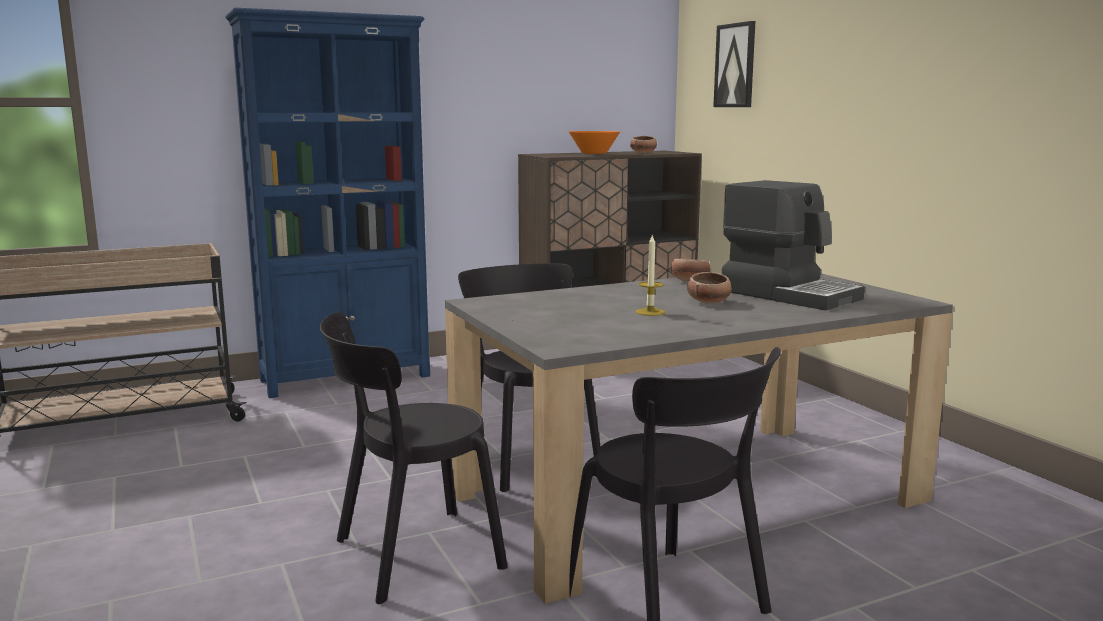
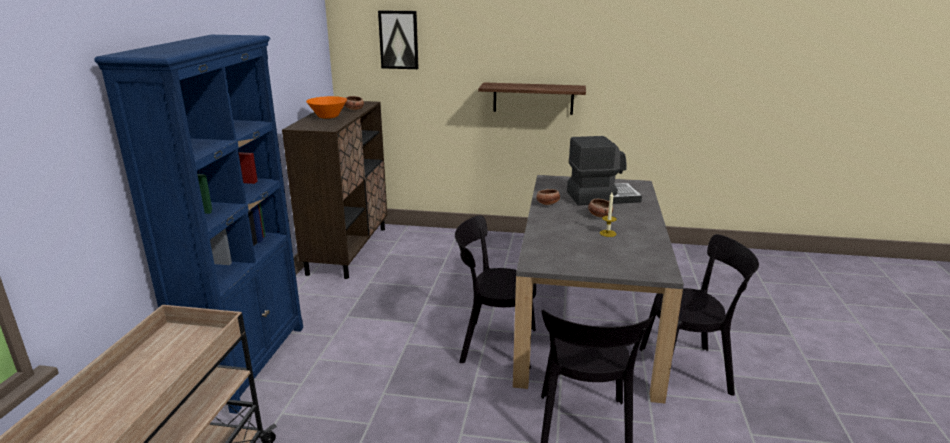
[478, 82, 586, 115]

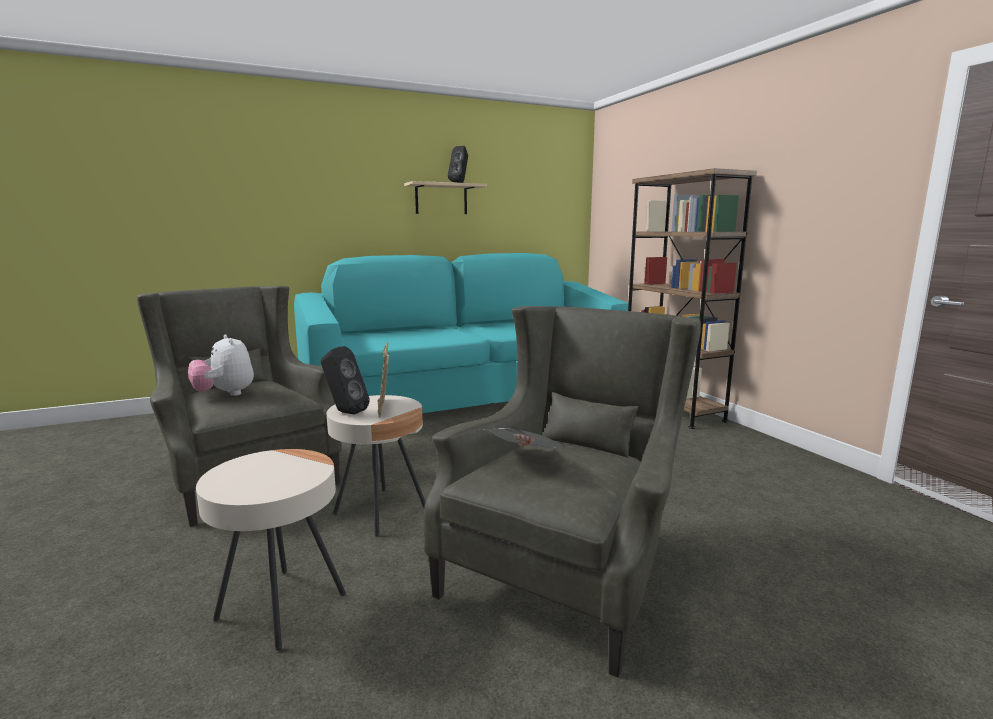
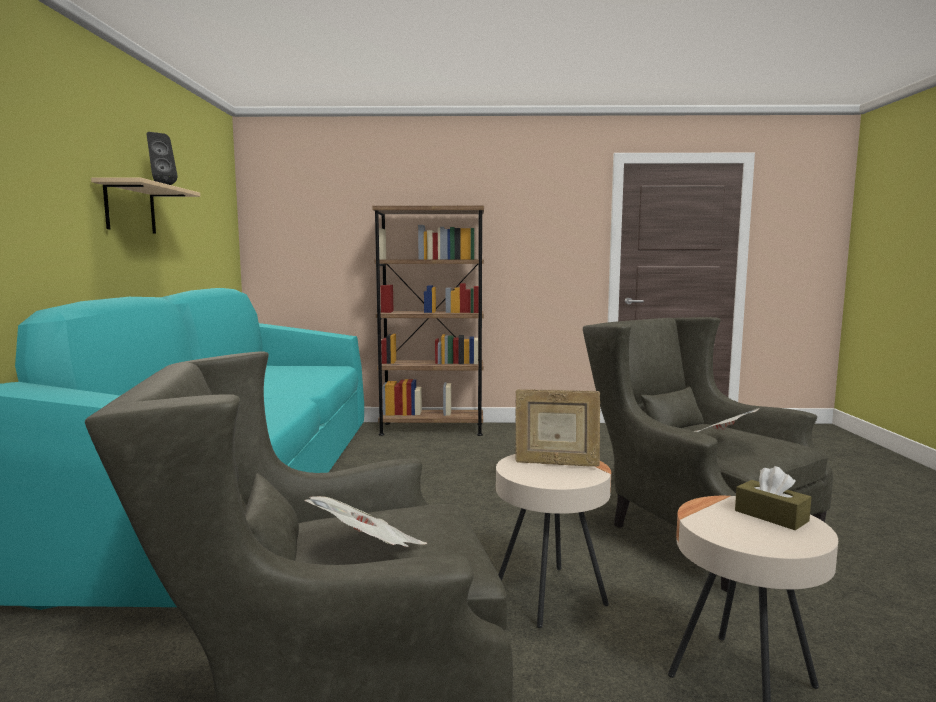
[304, 496, 427, 547]
[321, 346, 370, 414] (first image)
[735, 466, 812, 530]

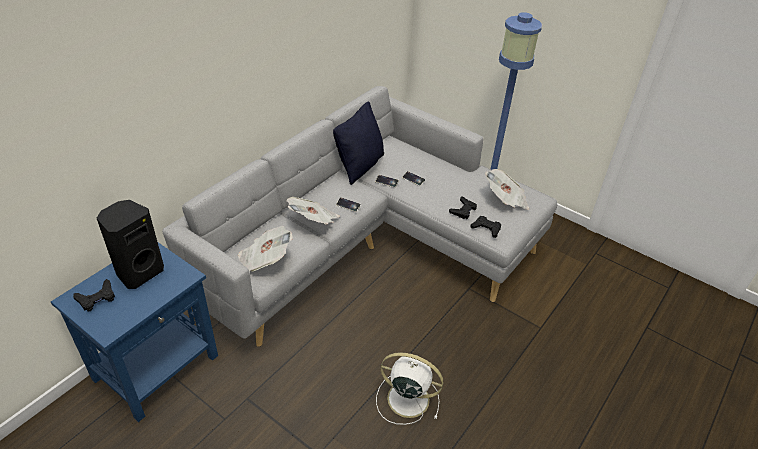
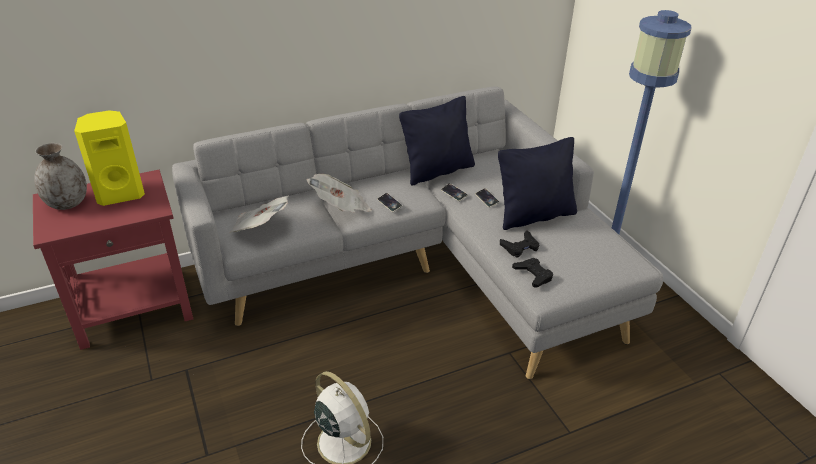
[33, 170, 193, 350]
[34, 143, 87, 210]
[74, 110, 145, 206]
[485, 169, 529, 210] (first image)
[498, 137, 577, 230]

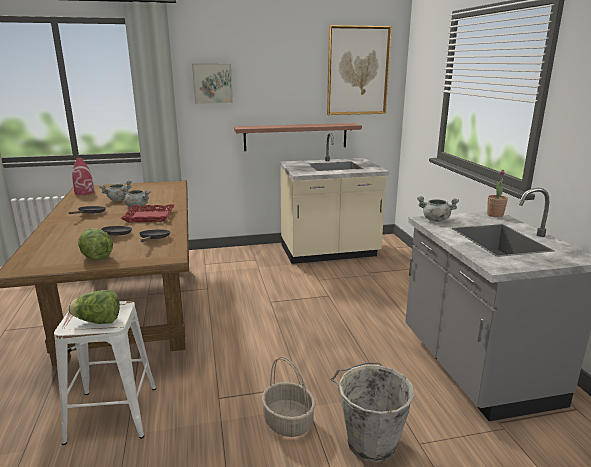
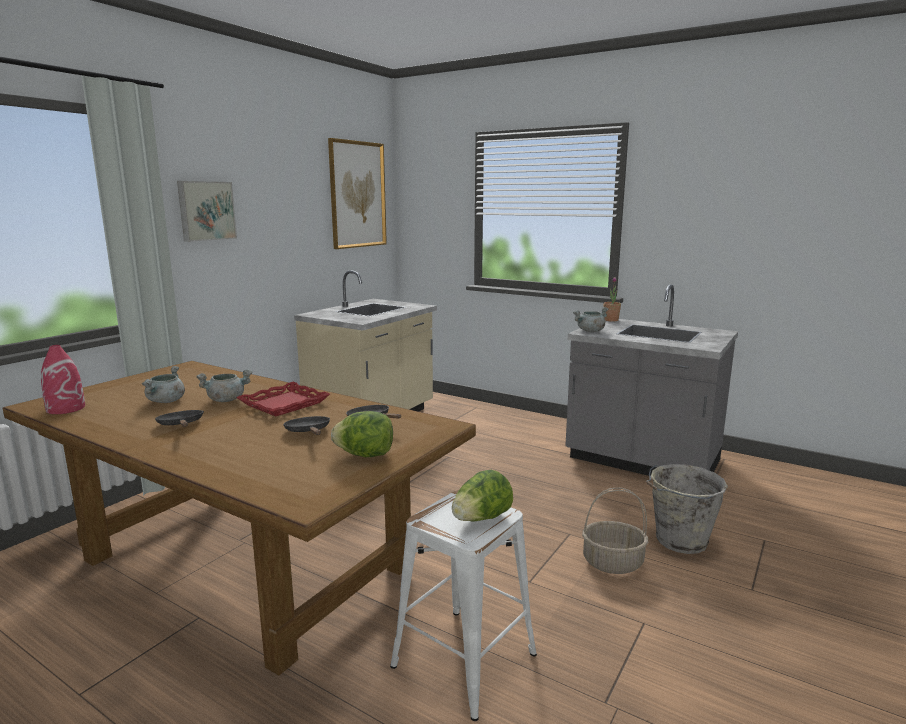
[234, 123, 362, 151] (first image)

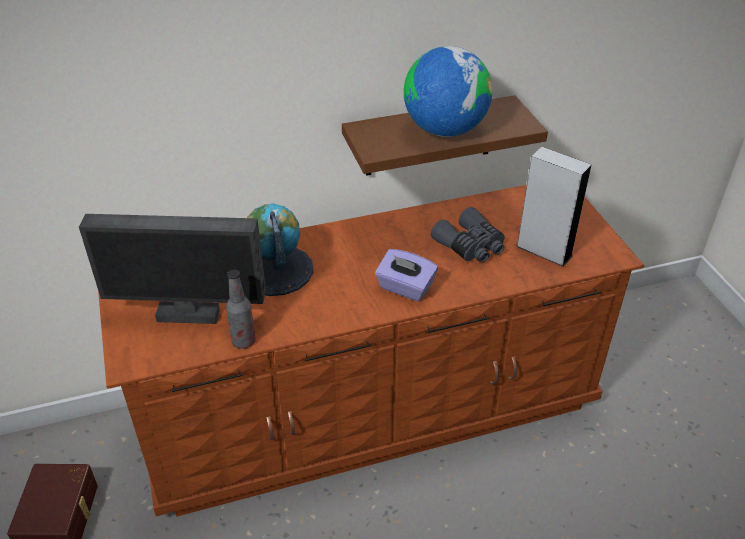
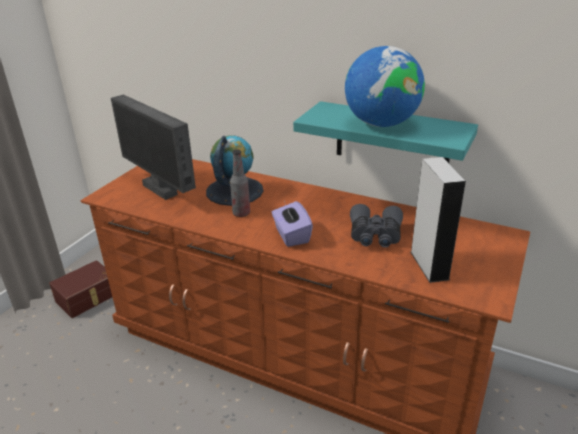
[230, 149, 250, 217]
[293, 101, 478, 163]

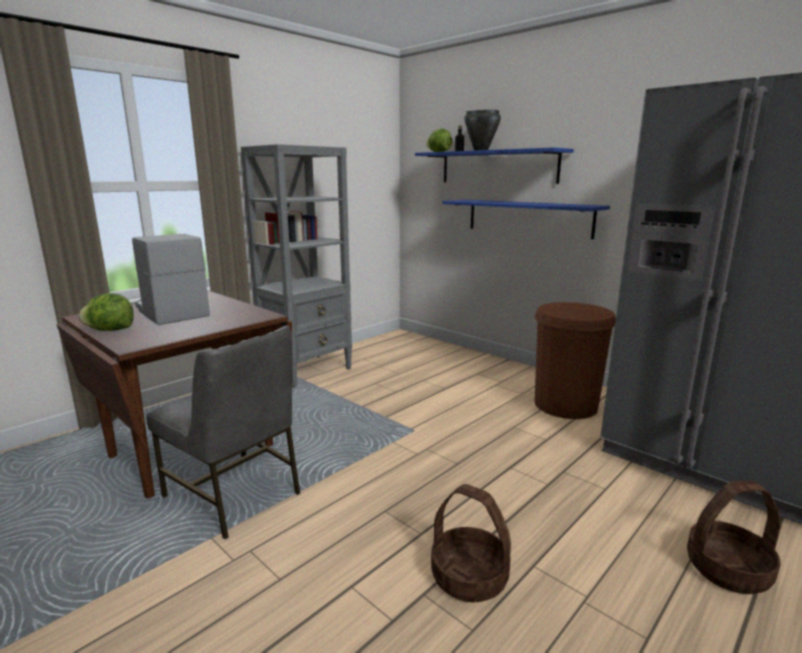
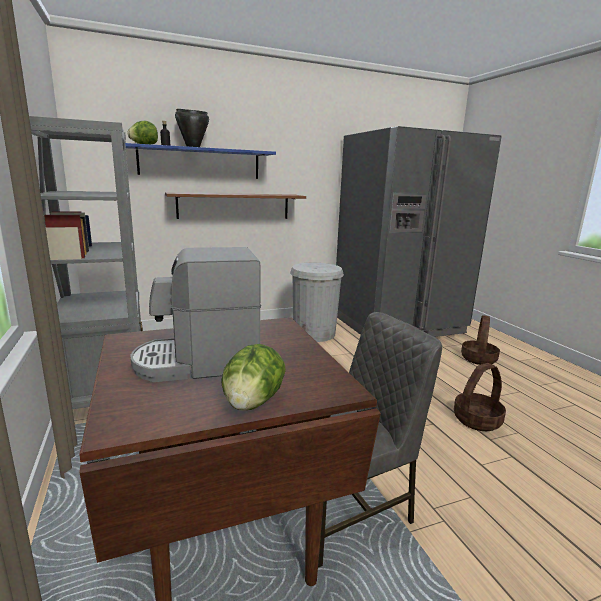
[165, 192, 306, 219]
[290, 263, 344, 342]

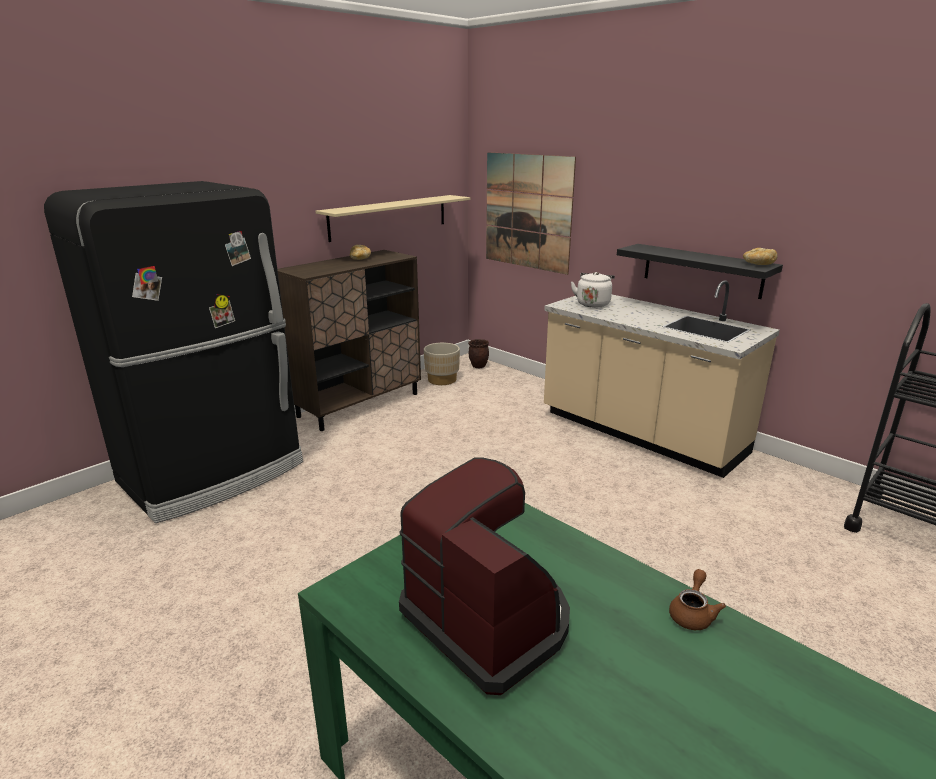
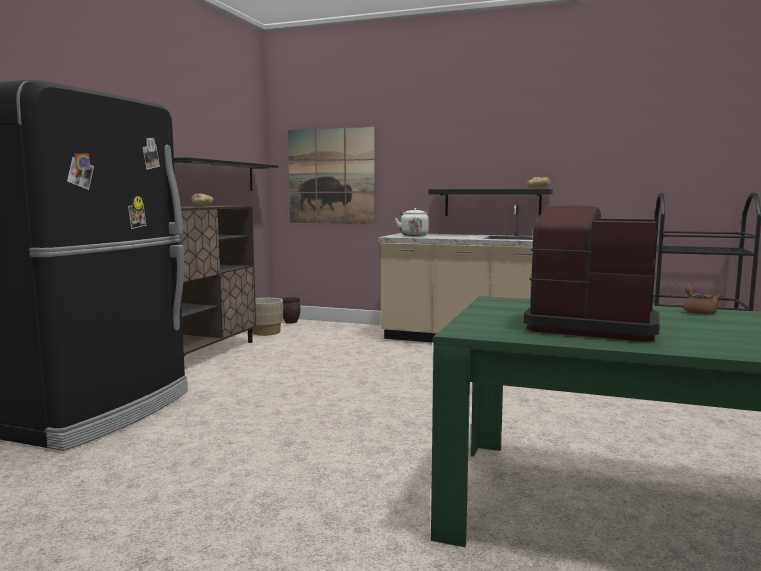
[174, 157, 278, 191]

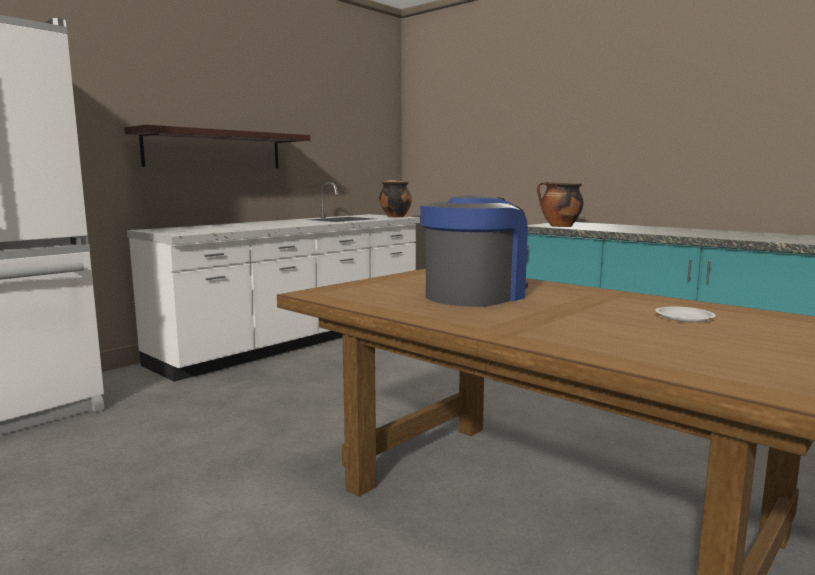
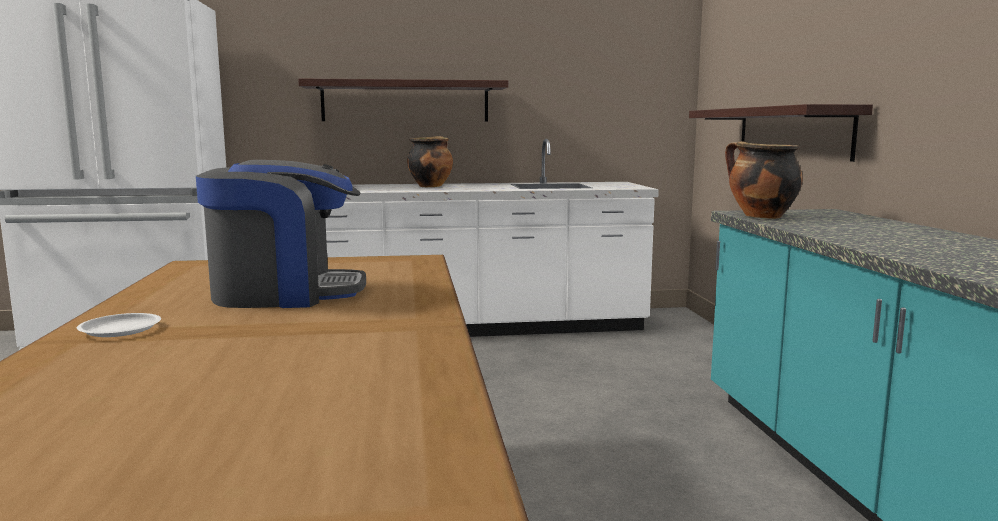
[407, 136, 453, 187]
[77, 313, 161, 337]
[689, 104, 873, 162]

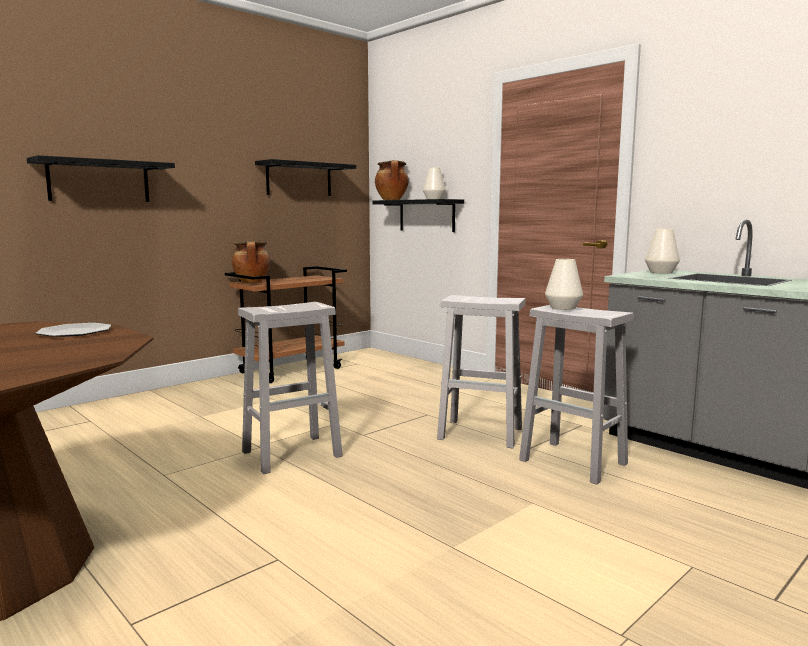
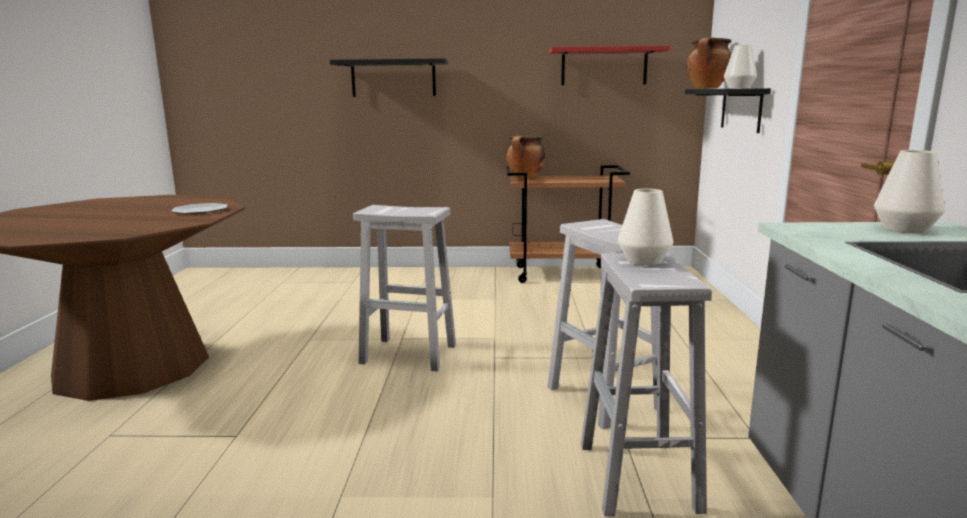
[549, 46, 670, 85]

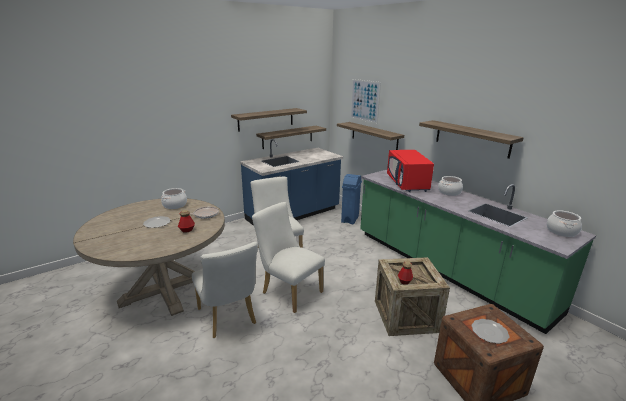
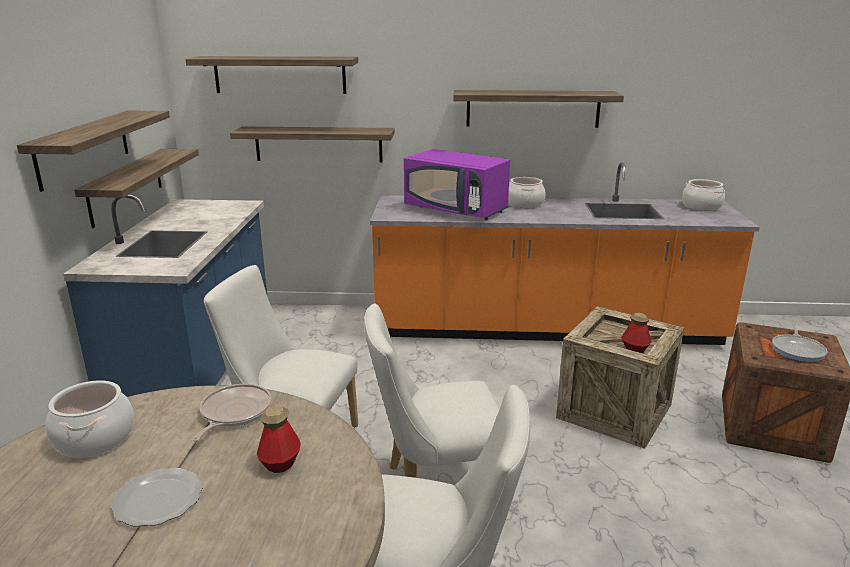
[341, 174, 362, 224] (first image)
[185, 56, 358, 94]
[370, 162, 760, 345]
[404, 149, 510, 220]
[772, 324, 827, 362]

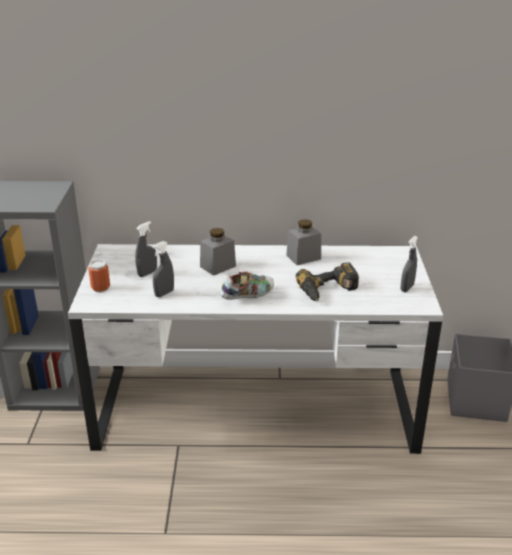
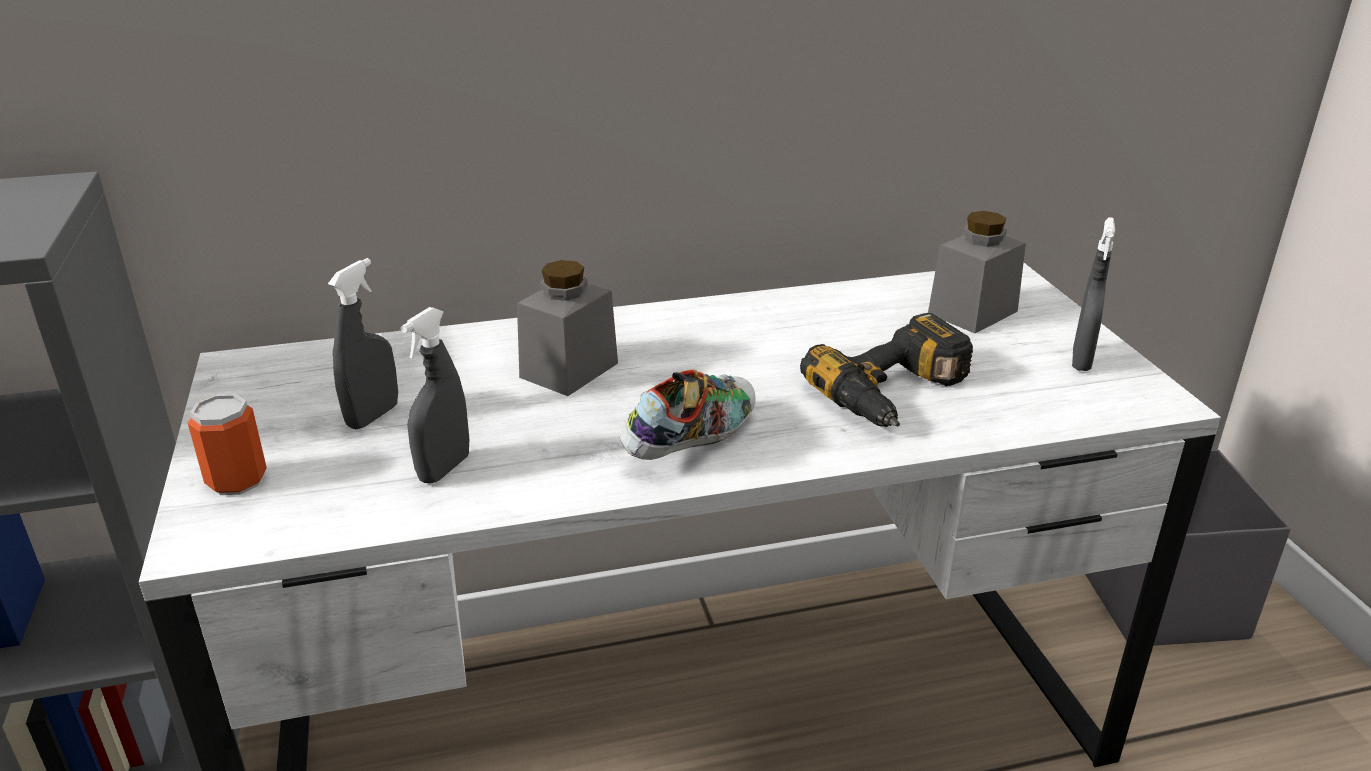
[928, 211, 1026, 333]

